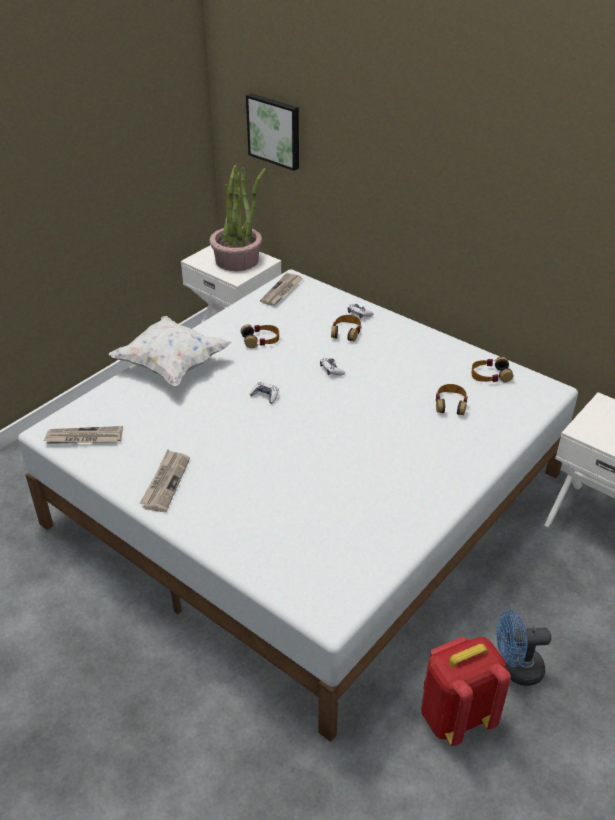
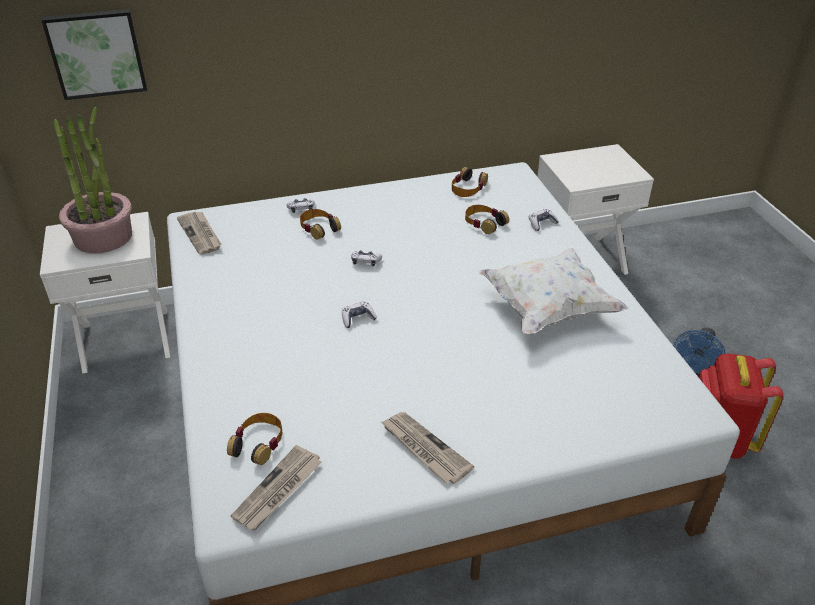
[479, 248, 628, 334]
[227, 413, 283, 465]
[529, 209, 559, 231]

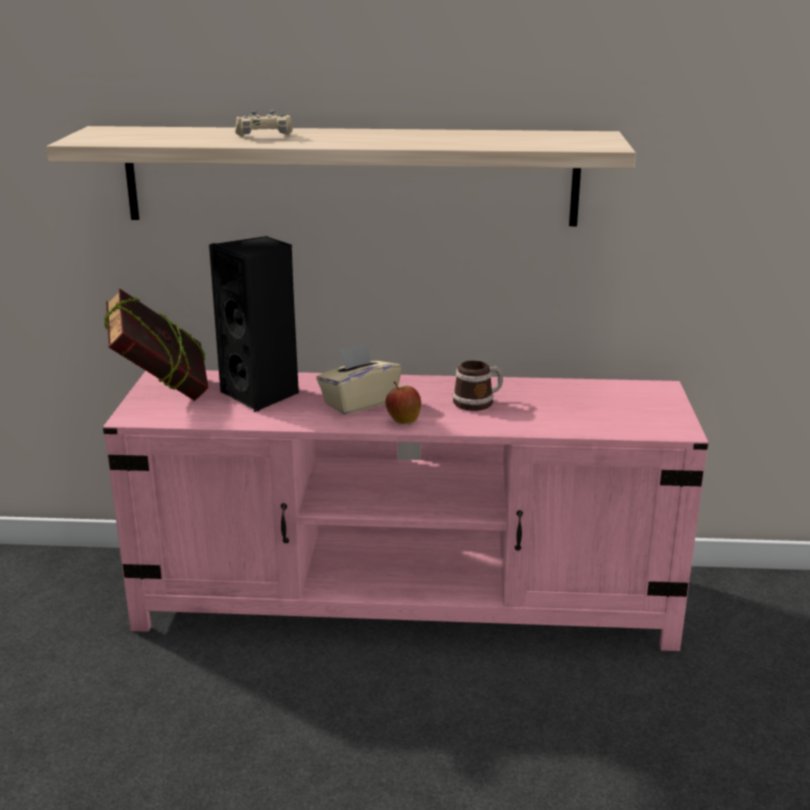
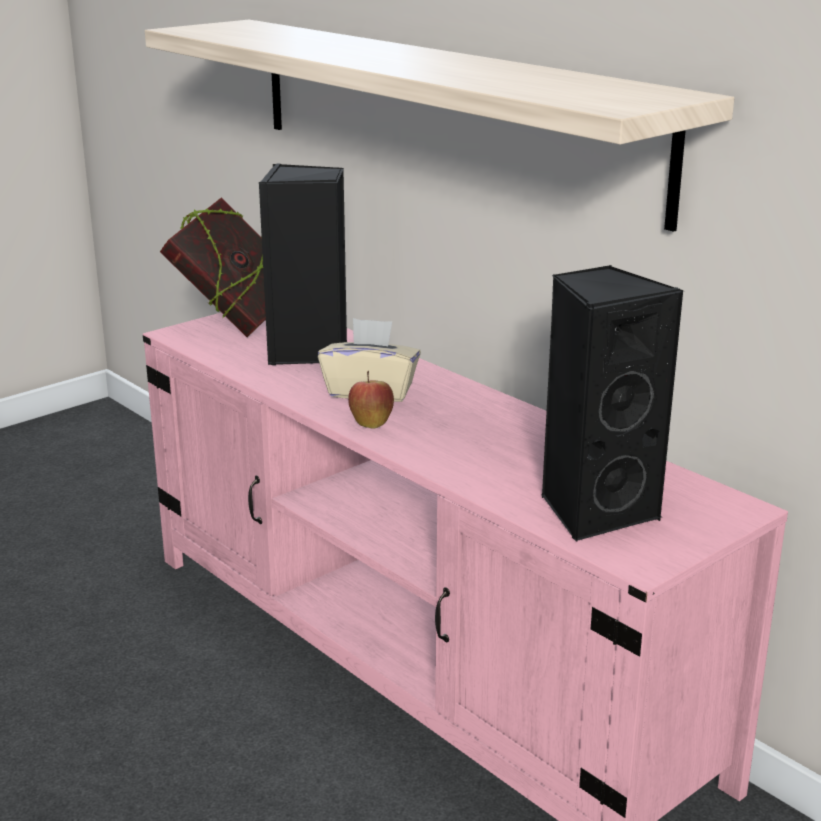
[235, 110, 293, 136] (first image)
[453, 360, 503, 411] (first image)
[541, 265, 684, 542]

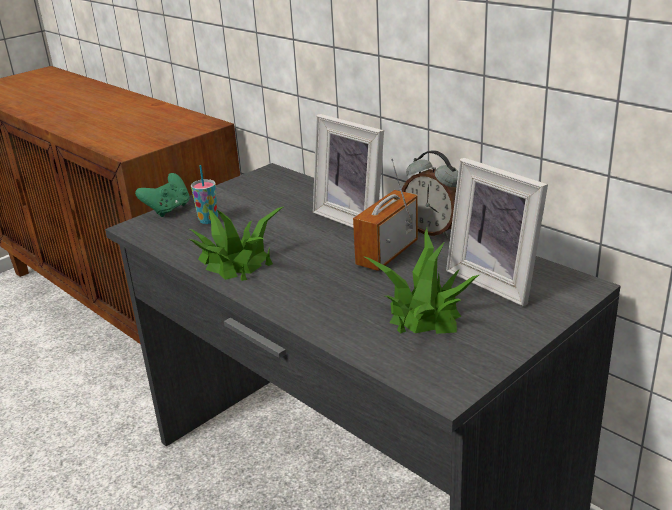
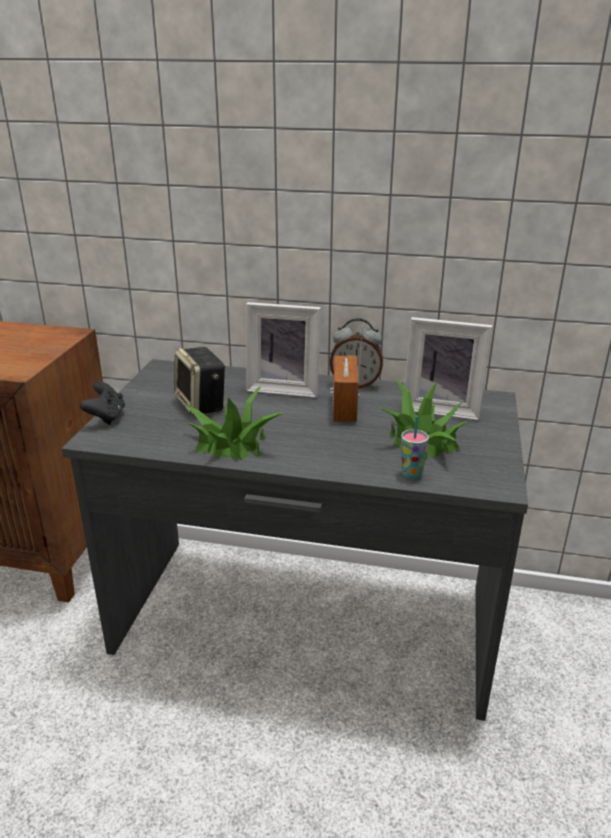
[80, 381, 125, 425]
[401, 416, 429, 479]
[174, 347, 226, 416]

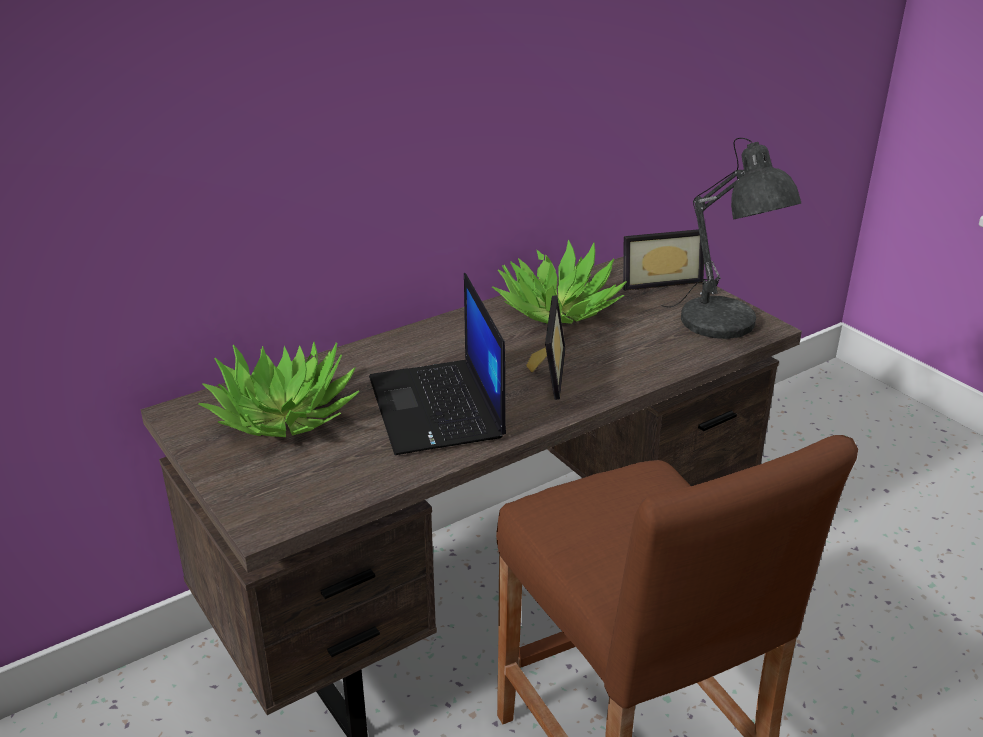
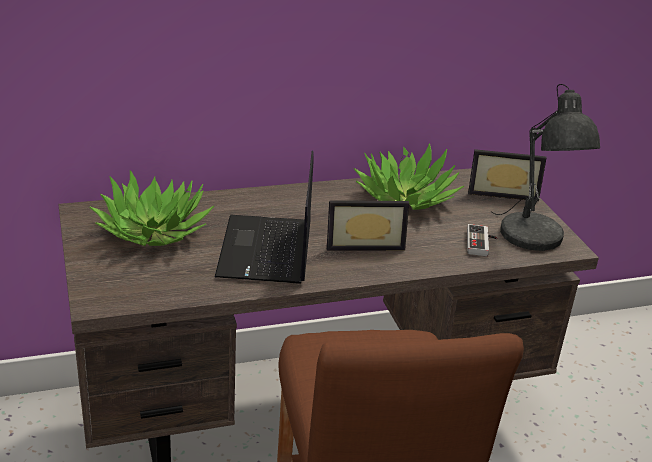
[327, 200, 409, 250]
[467, 224, 498, 256]

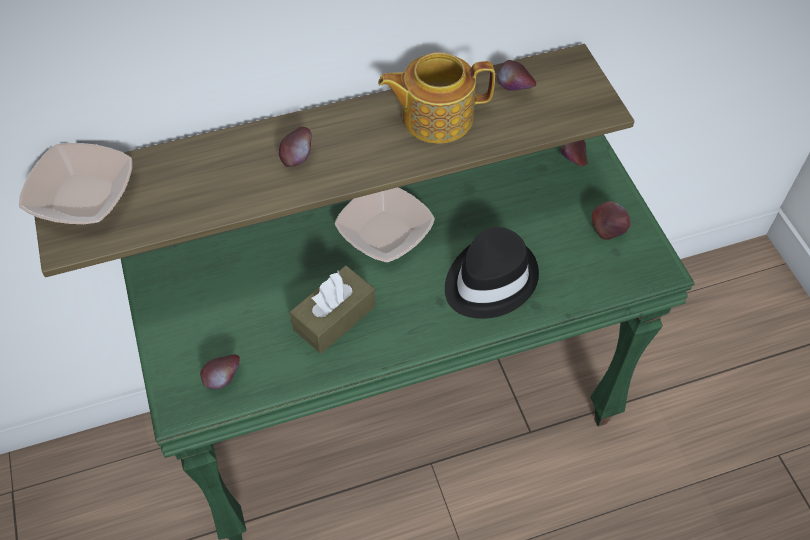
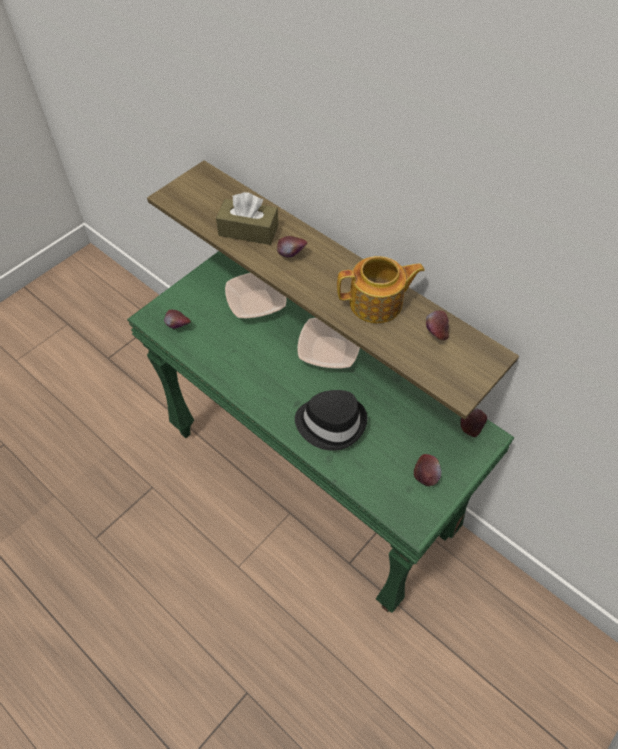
[225, 273, 287, 318]
[216, 192, 278, 245]
[337, 256, 425, 323]

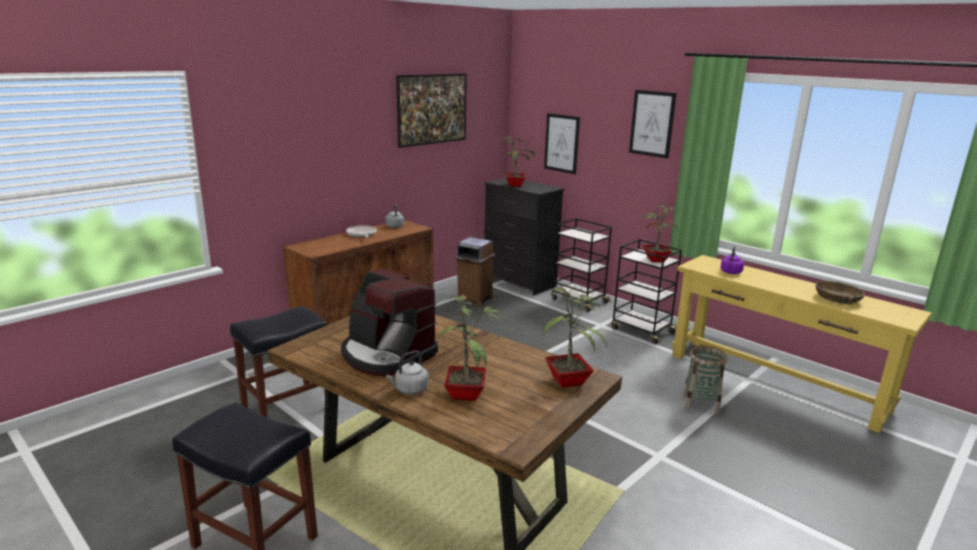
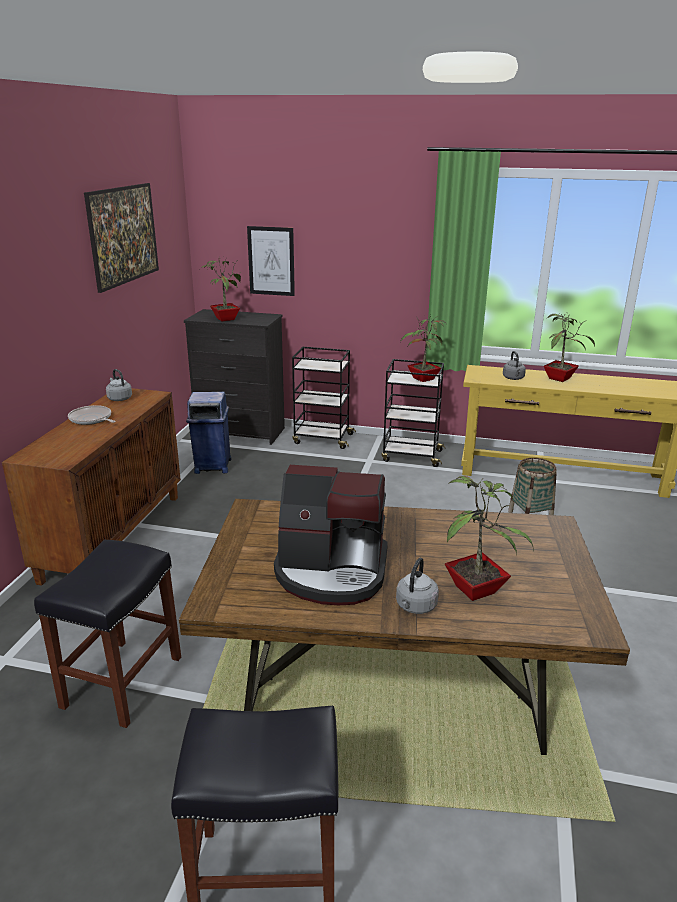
[186, 392, 231, 474]
[544, 311, 595, 382]
[629, 90, 676, 159] (first image)
[503, 351, 526, 380]
[816, 281, 865, 305] (first image)

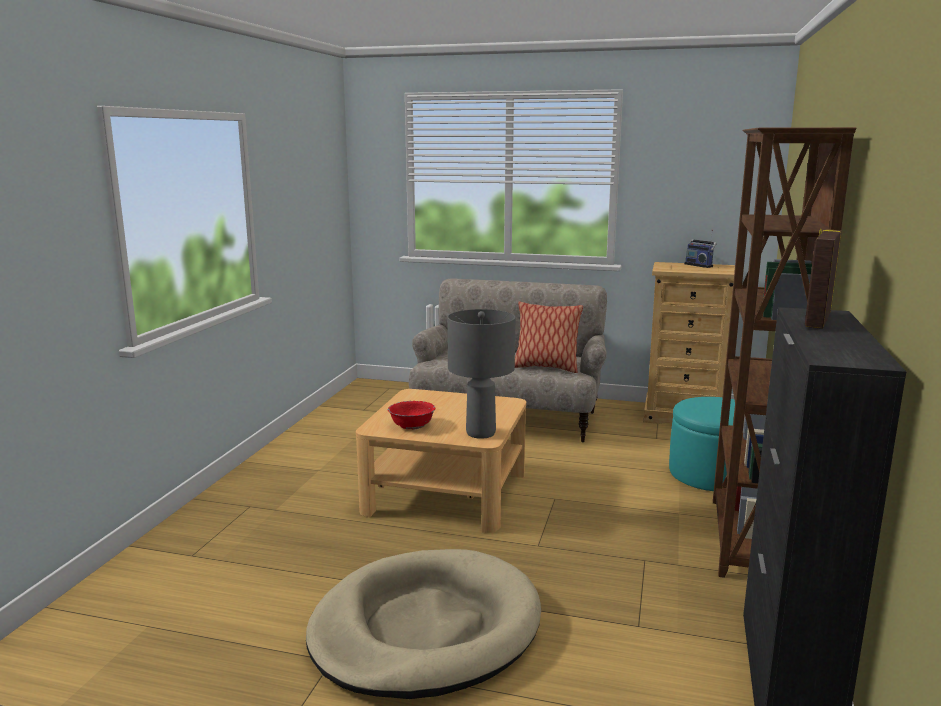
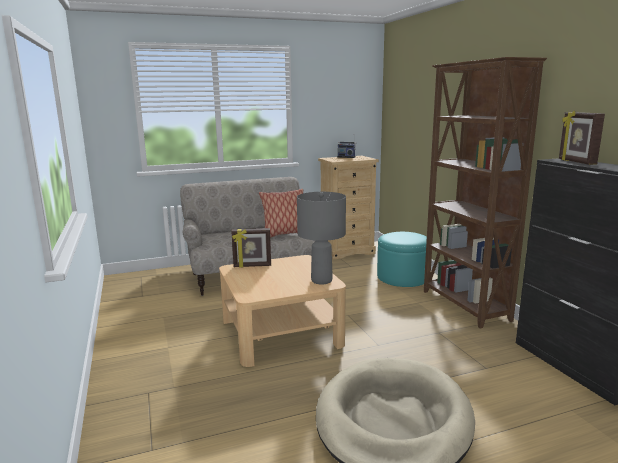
[388, 401, 435, 430] (first image)
[231, 228, 271, 268]

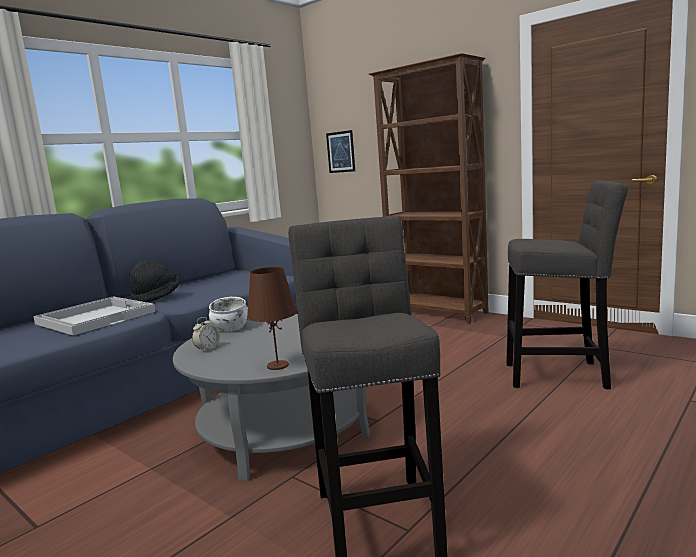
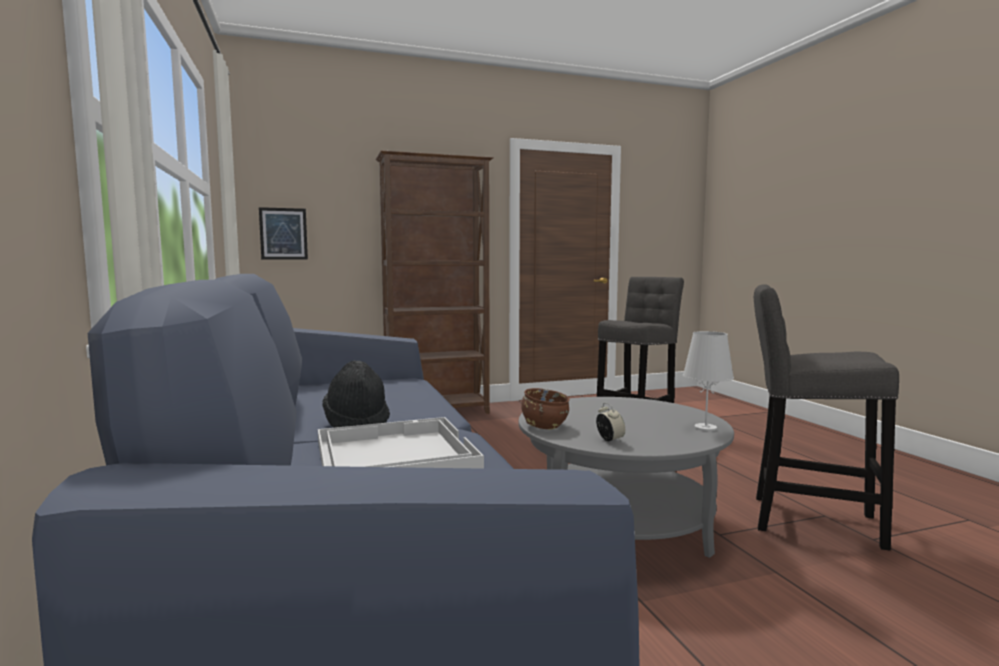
[521, 388, 569, 429]
[683, 331, 734, 431]

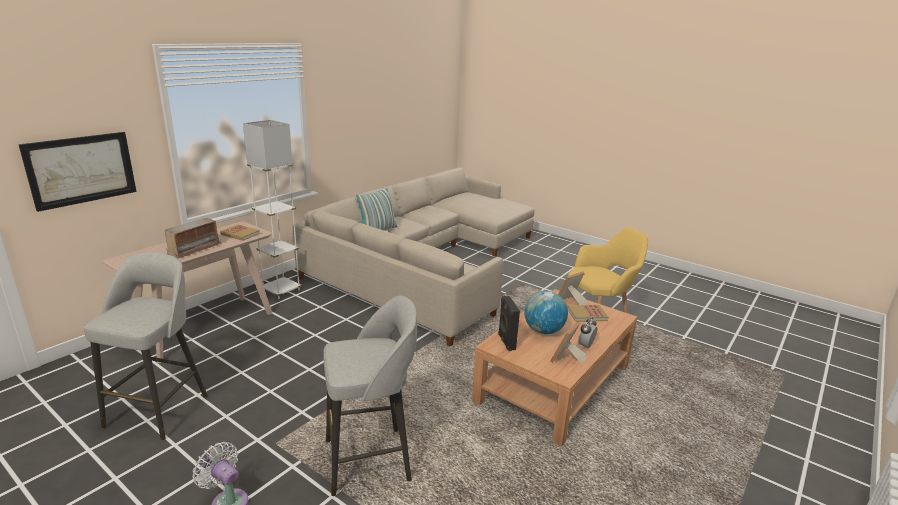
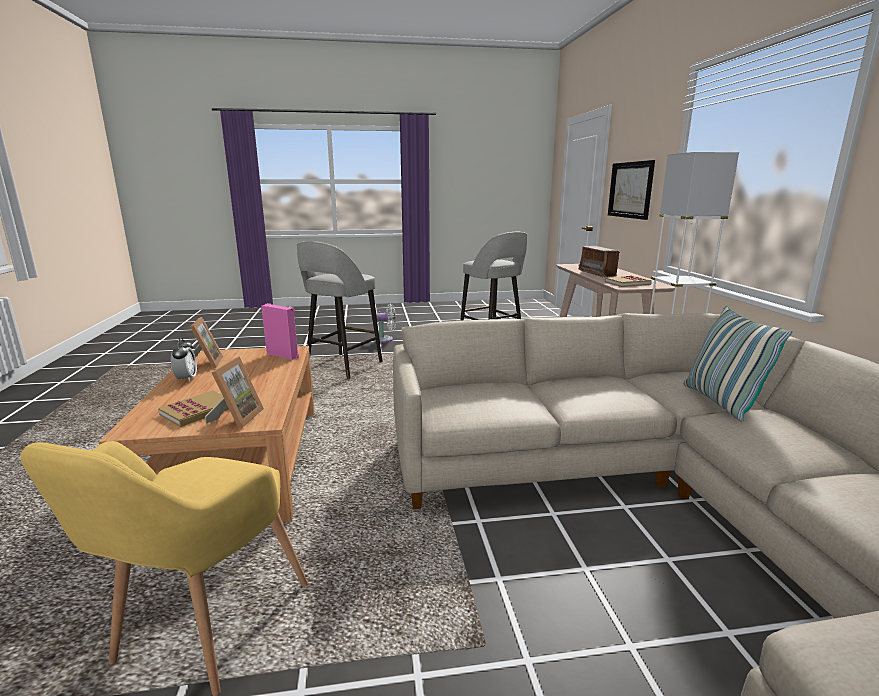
[261, 303, 299, 360]
[524, 291, 568, 334] (first image)

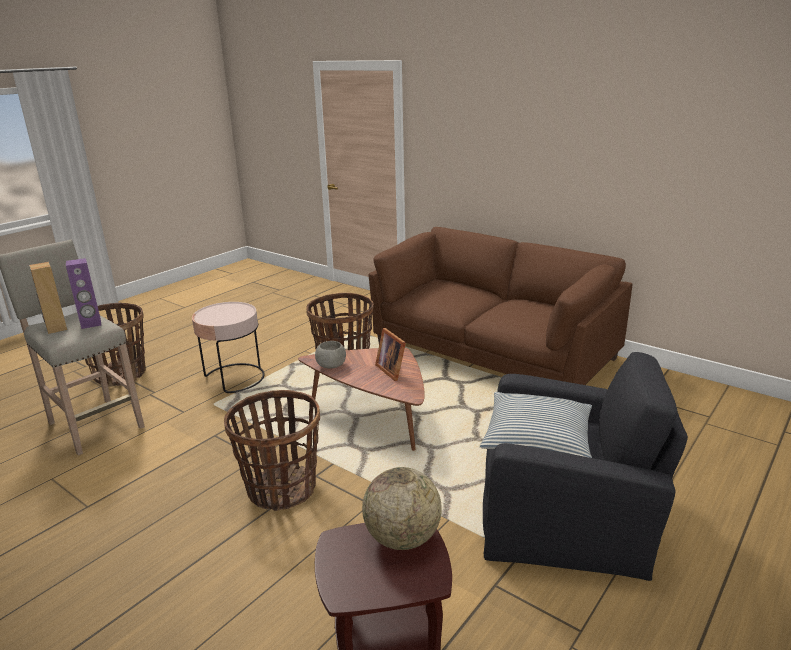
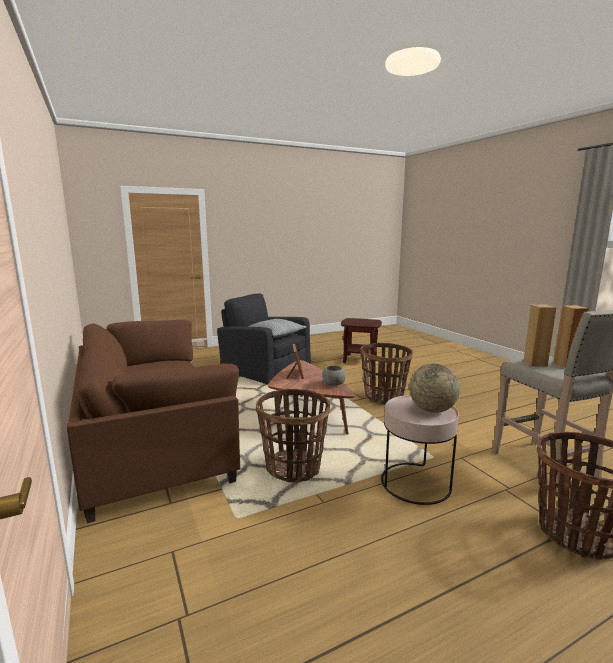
[524, 305, 556, 366]
[409, 363, 460, 413]

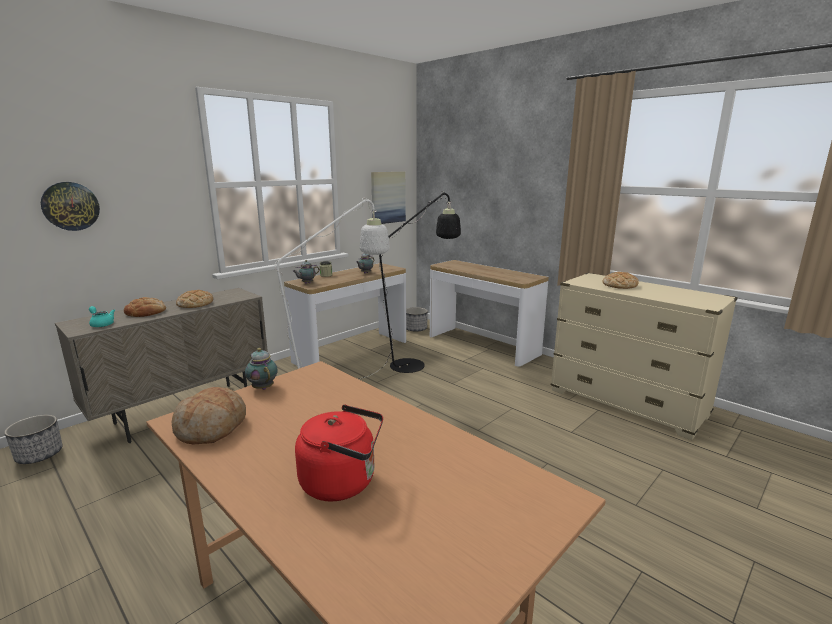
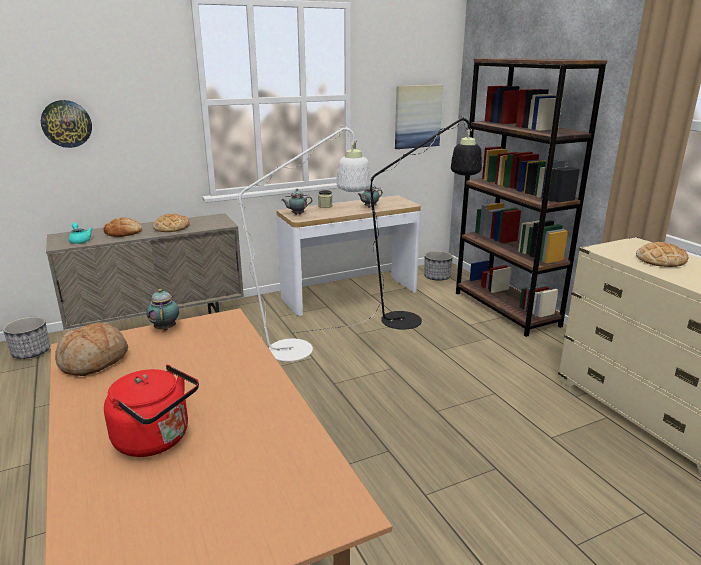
[456, 58, 608, 337]

